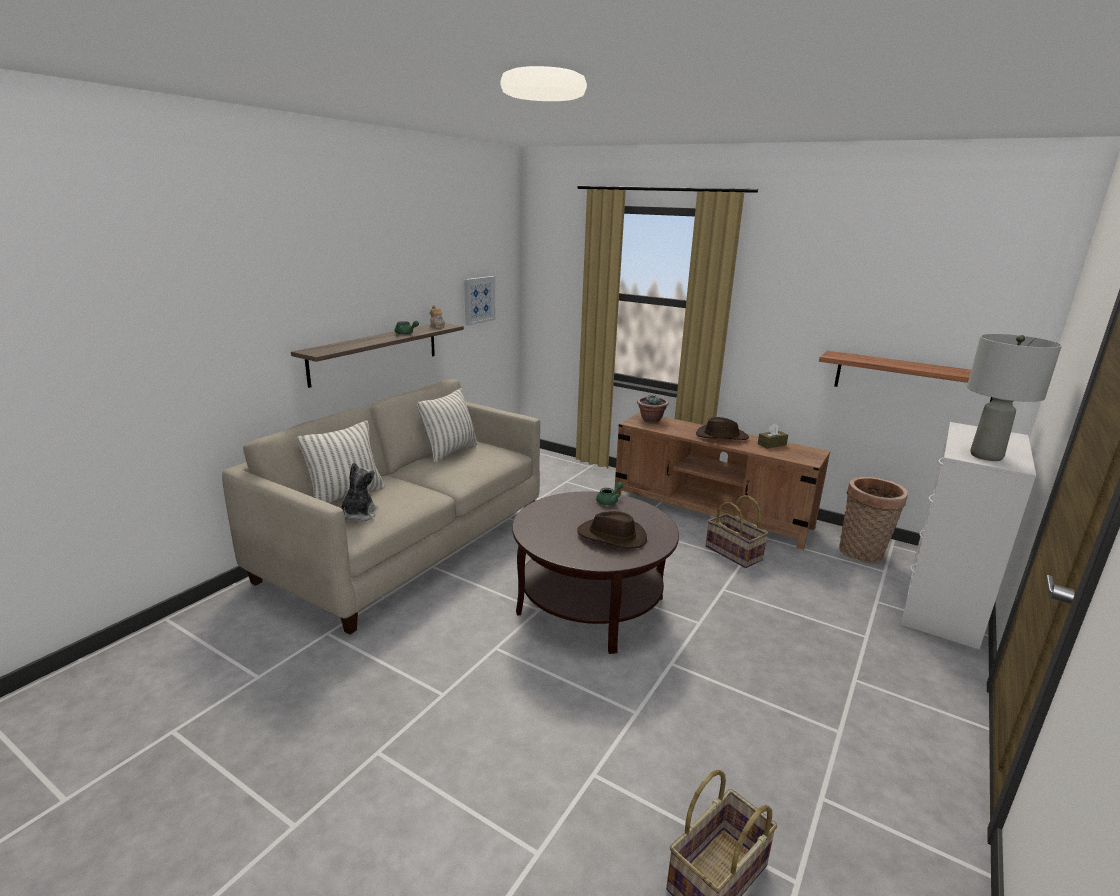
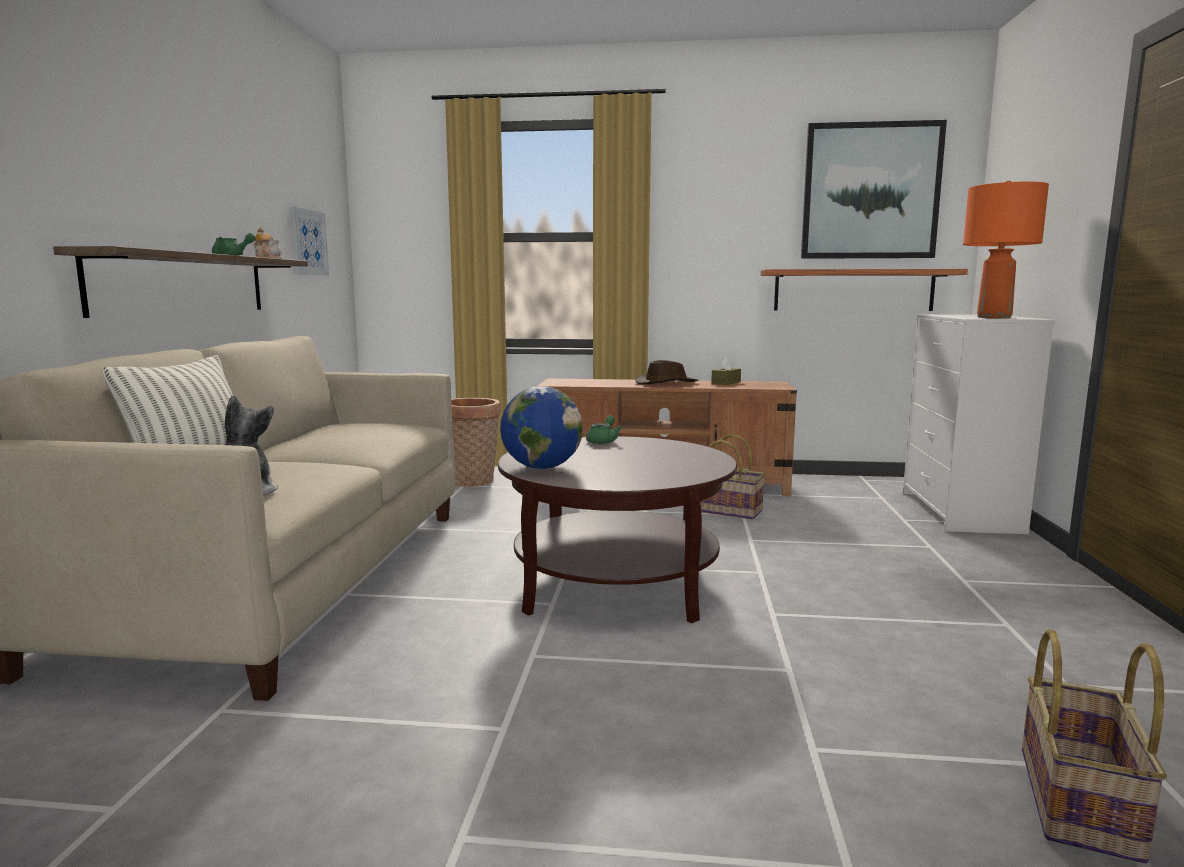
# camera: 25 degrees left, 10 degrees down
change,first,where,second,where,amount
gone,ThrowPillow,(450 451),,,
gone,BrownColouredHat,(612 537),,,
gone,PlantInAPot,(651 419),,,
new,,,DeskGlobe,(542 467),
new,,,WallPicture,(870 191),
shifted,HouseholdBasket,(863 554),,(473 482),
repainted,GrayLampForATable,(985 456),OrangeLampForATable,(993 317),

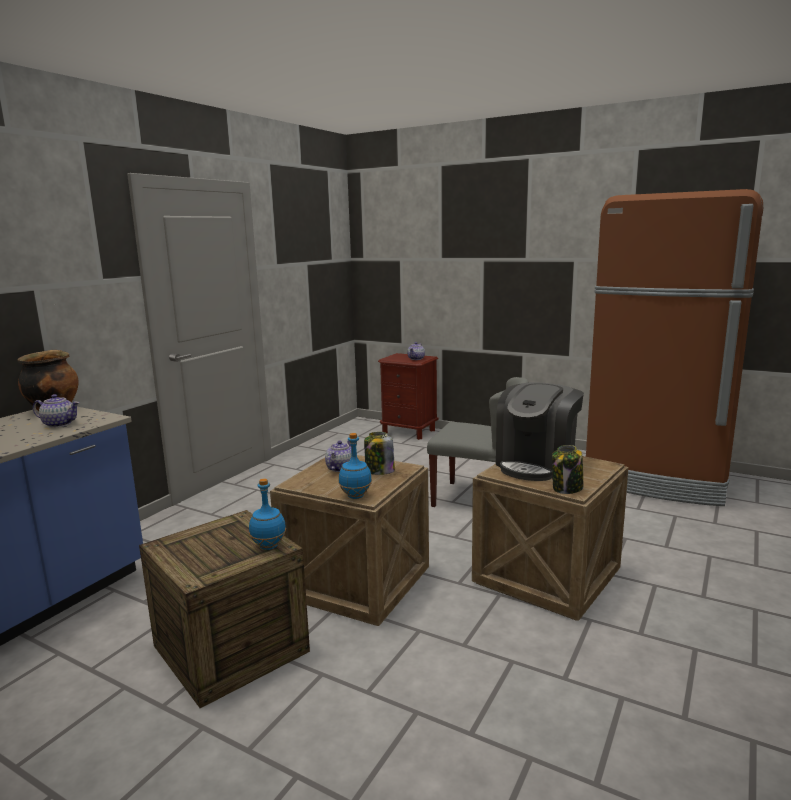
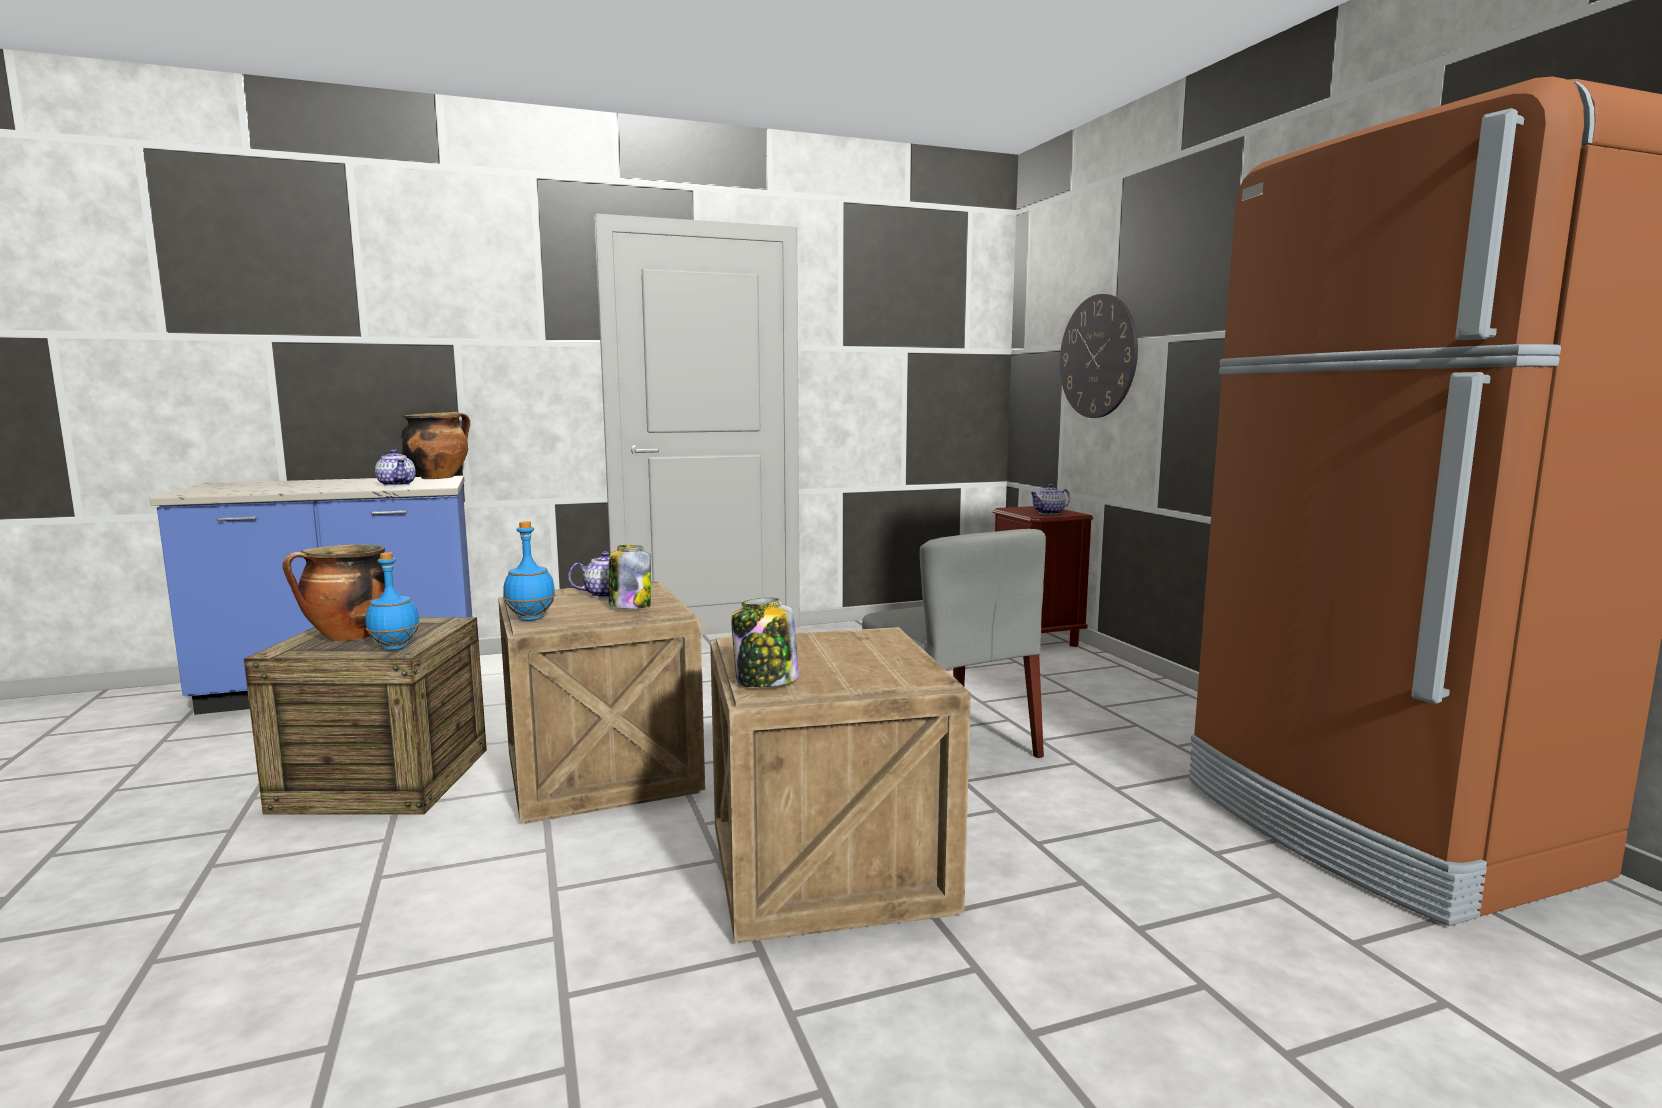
# camera: 40 degrees right, 5 degrees down
change,first,where,second,where,amount
gone,CoffeeMaker,(537 464),,,
new,,,CookingPot,(348 637),
new,,,ClockOnTheWall,(1098 356),

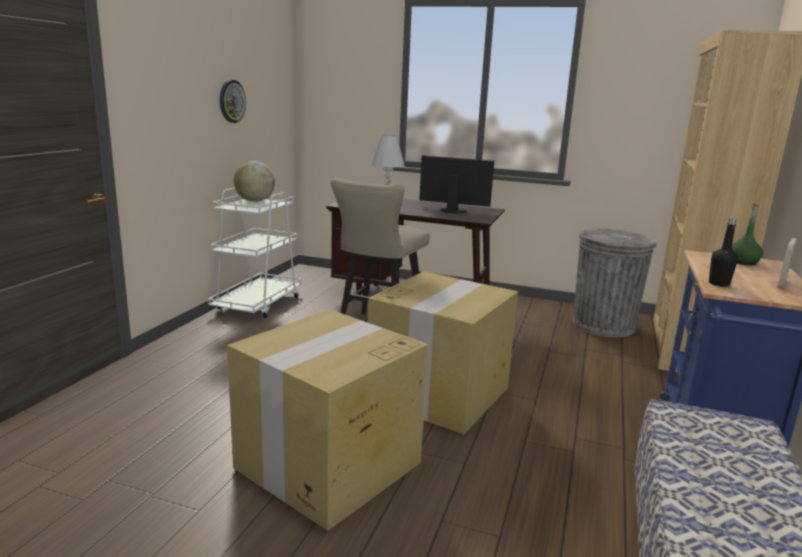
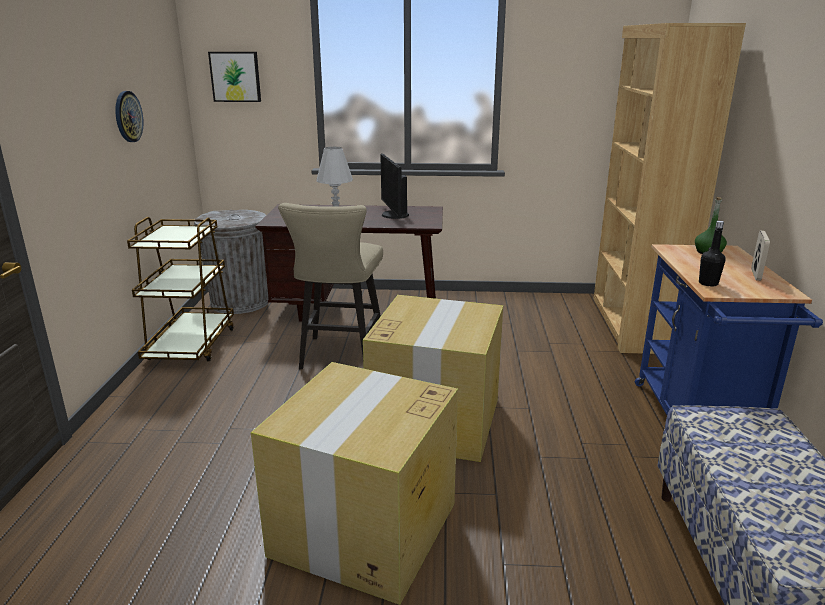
# camera: 15 degrees left, 5 degrees up
change,first,where,second,where,amount
gone,DeskGlobe,(255 201),,,
new,,,WallPicture,(235 76),
shifted,GrayTrashCan,(603 325),,(240 302),
repainted,WhiteCart,(258 304),BrownColouredCart,(191 345),
rotated,ComputerDisplay,(453 210),,(394 215),105 degrees counterclockwise

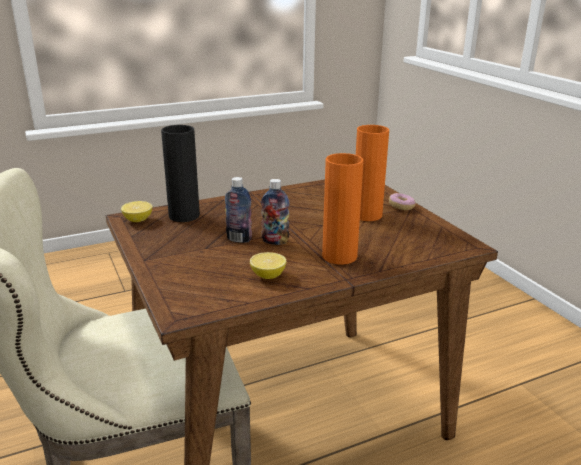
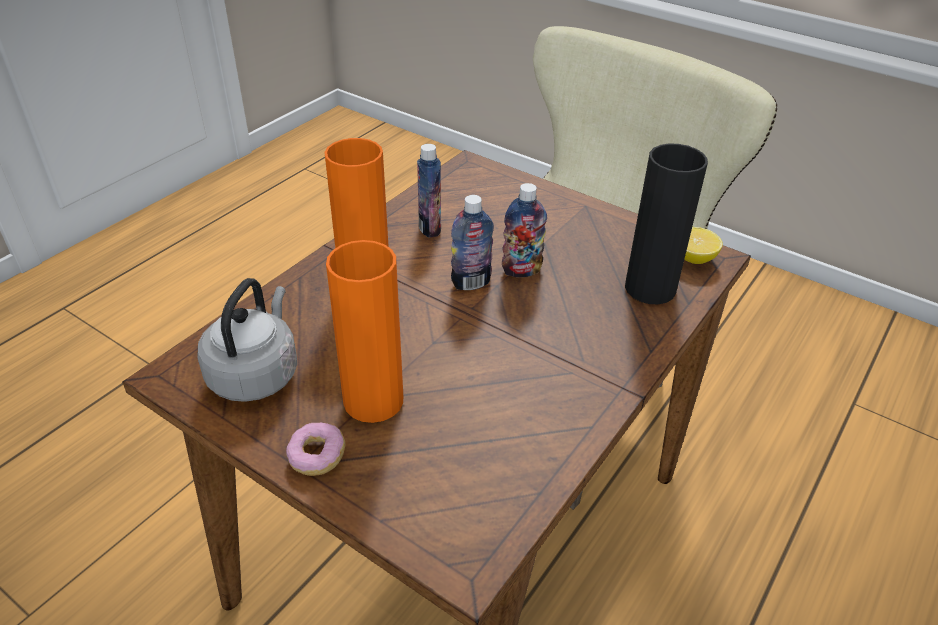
# camera: 150 degrees right, 15 degrees up
change,first,where,second,where,amount
new,,,GrayWaterKettle,(256 373),
swapped,WholeLemon,(268 275),BeverageBottle,(430 228),

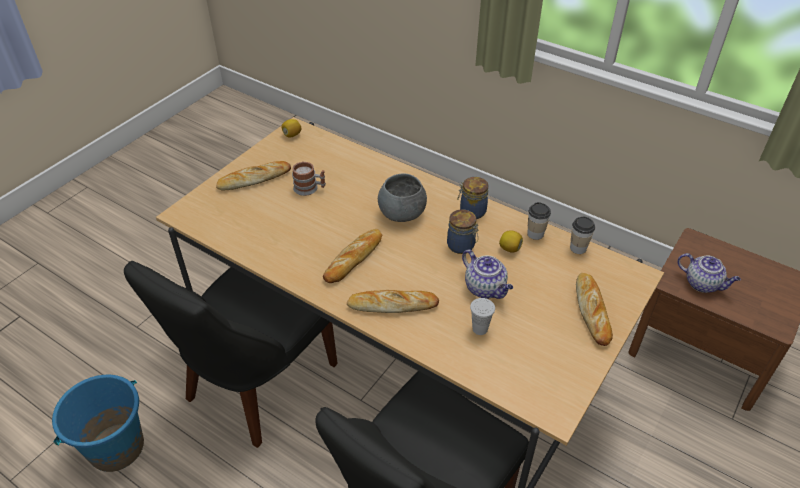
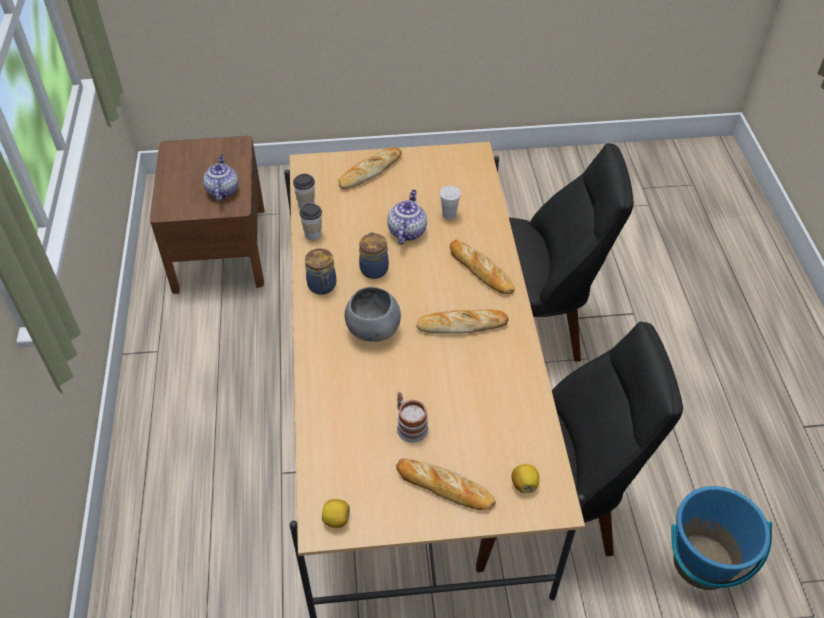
# camera: 130 degrees left, 5 degrees up
change,first,where,second,where,amount
shifted,WholeLemon,(510 248),,(524 484),

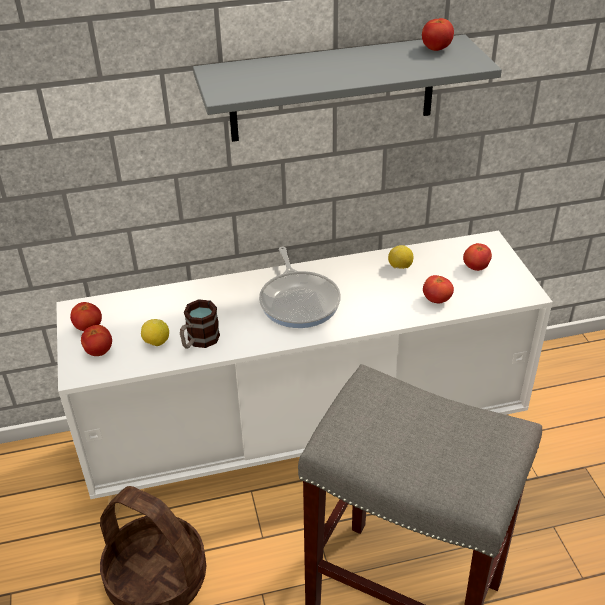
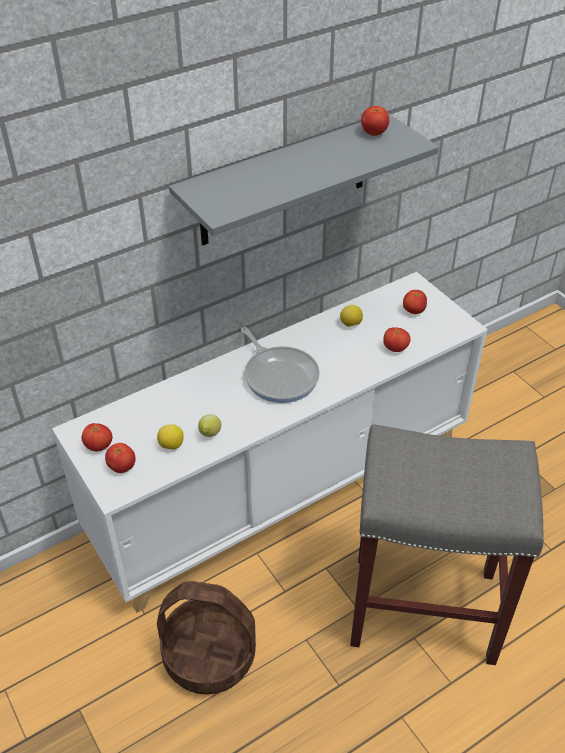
# camera: 20 degrees left, 5 degrees up
change,first,where,second,where,amount
swapped,TeaMug,(199 341),WholeLemon,(210 435),

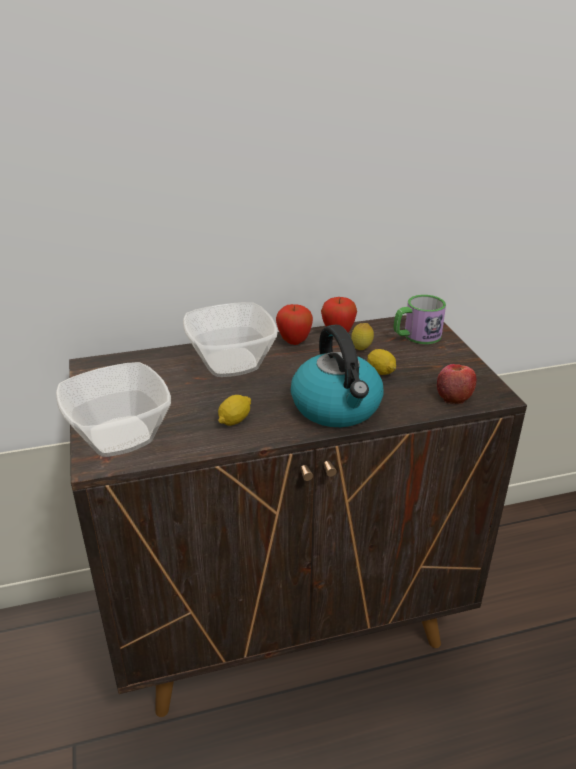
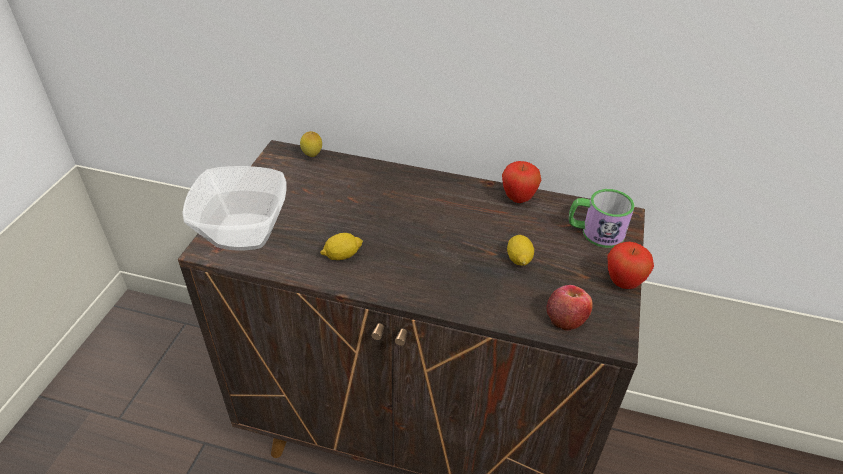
# camera: 30 degrees right, 10 degrees up
change,first,where,second,where,amount
gone,DeepDish,(230 364),,,
gone,WaterKettle,(337 407),,,
shifted,AppleFruit,(294 341),,(623 282),
shifted,WholeLemon,(361 350),,(312 156),

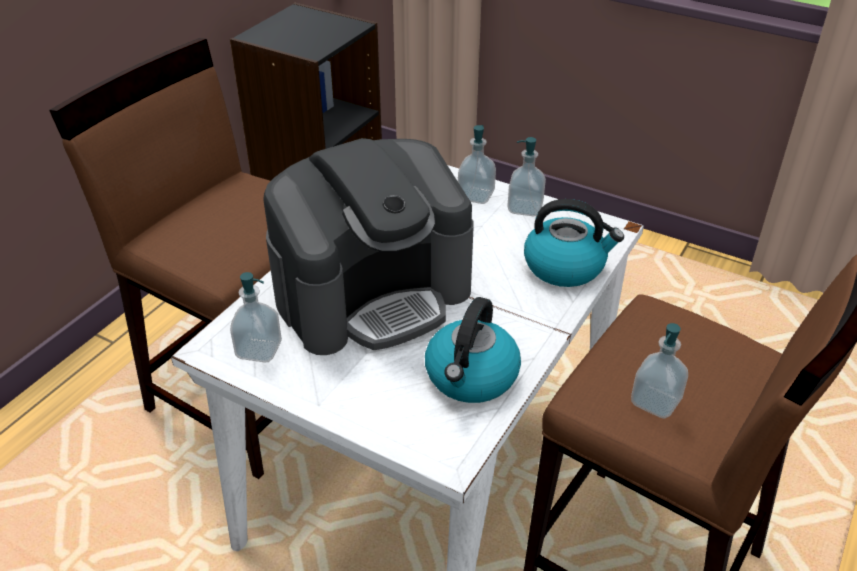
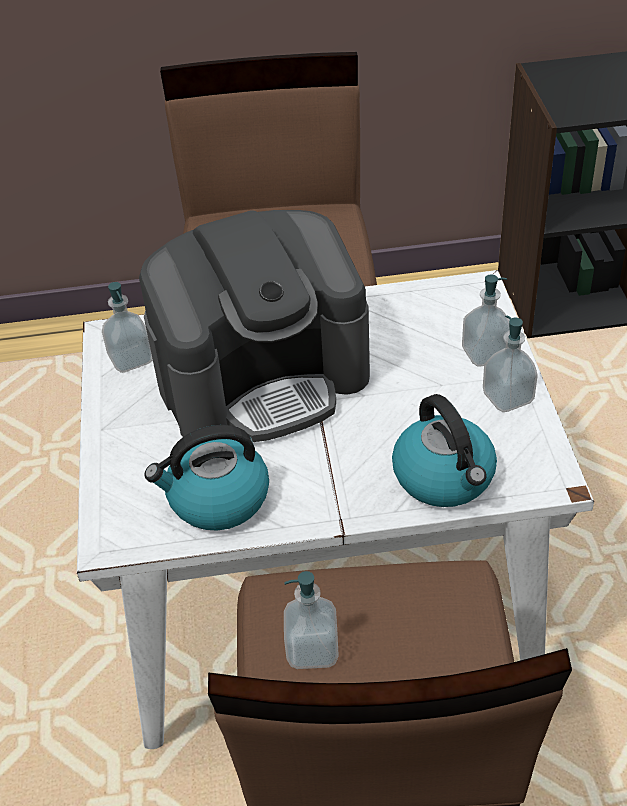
# camera: 55 degrees right, 5 degrees up
change,first,where,second,where,amount
rotated,CoffeeMaker,(373 294),,(263 377),45 degrees counterclockwise

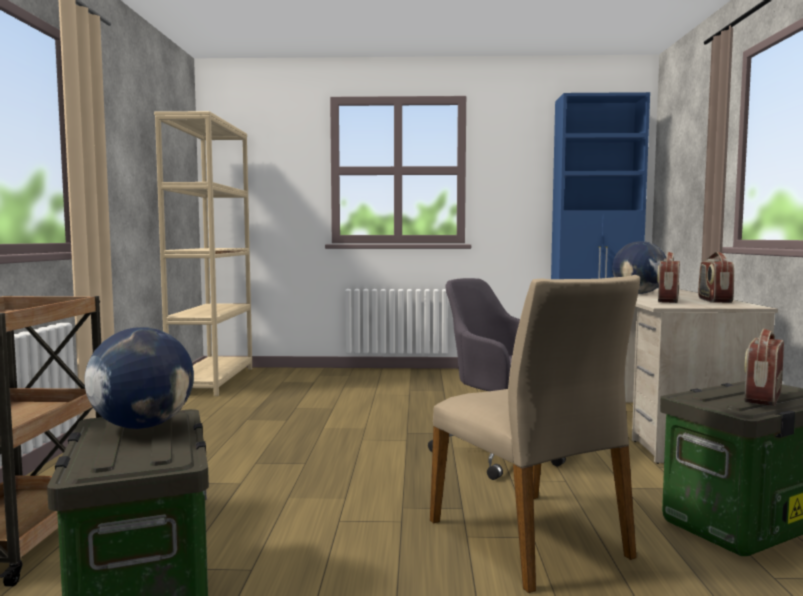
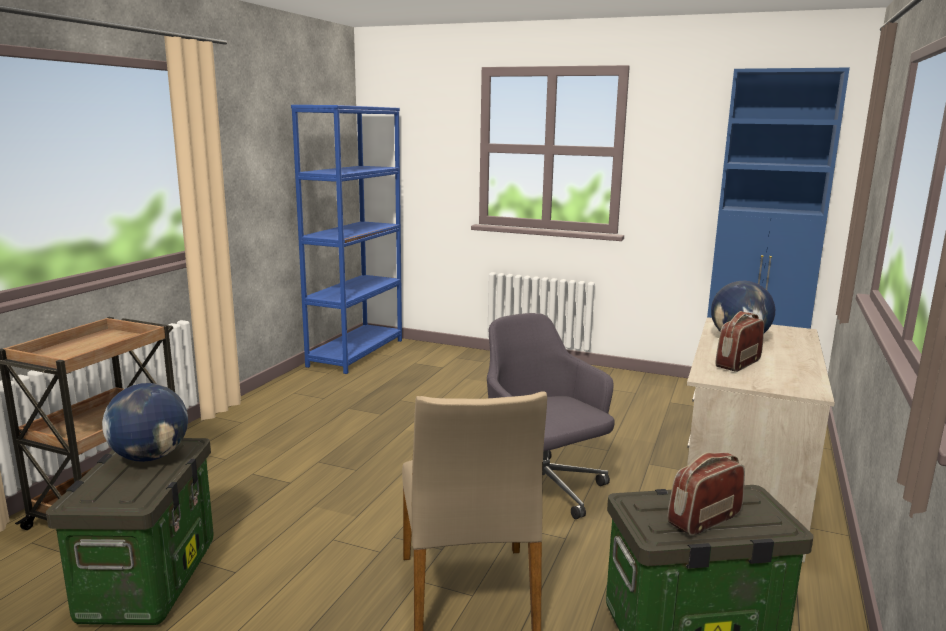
# camera: 20 degrees right, 10 degrees up
change,first,where,second,where,amount
gone,Radio,(714 300),,,
repainted,BeigeShelvingUnit,(213 381),BluishShelvingUnit,(356 353),

